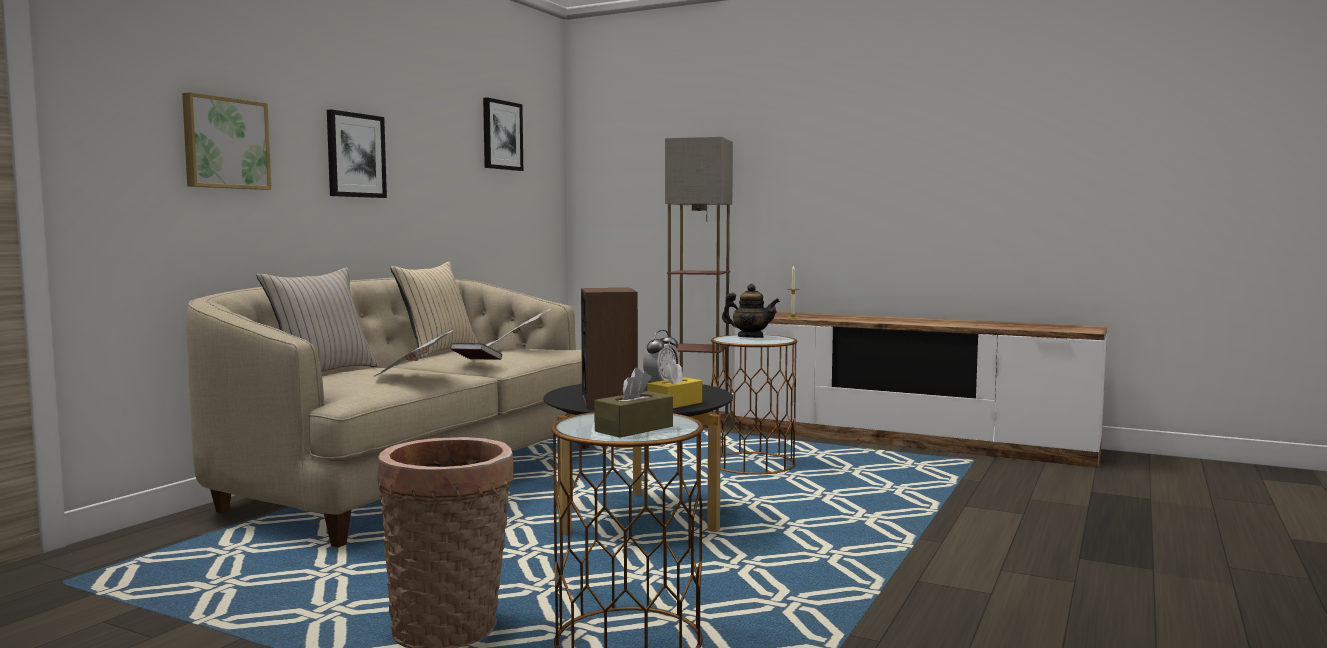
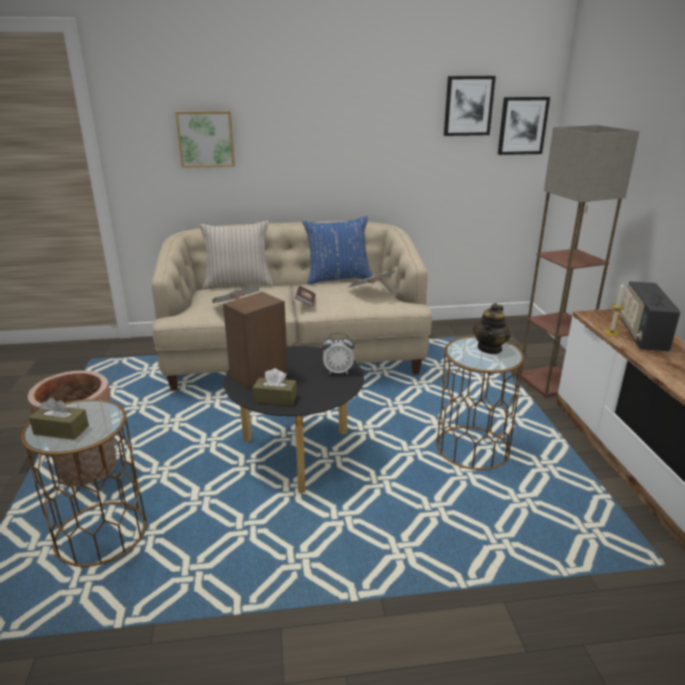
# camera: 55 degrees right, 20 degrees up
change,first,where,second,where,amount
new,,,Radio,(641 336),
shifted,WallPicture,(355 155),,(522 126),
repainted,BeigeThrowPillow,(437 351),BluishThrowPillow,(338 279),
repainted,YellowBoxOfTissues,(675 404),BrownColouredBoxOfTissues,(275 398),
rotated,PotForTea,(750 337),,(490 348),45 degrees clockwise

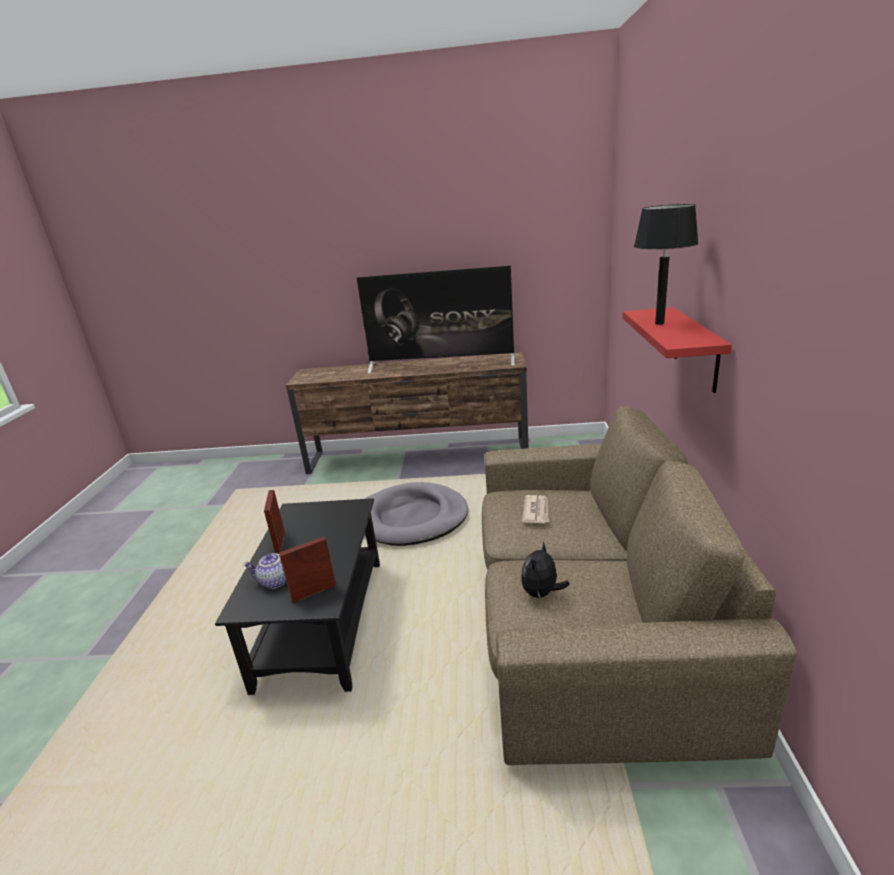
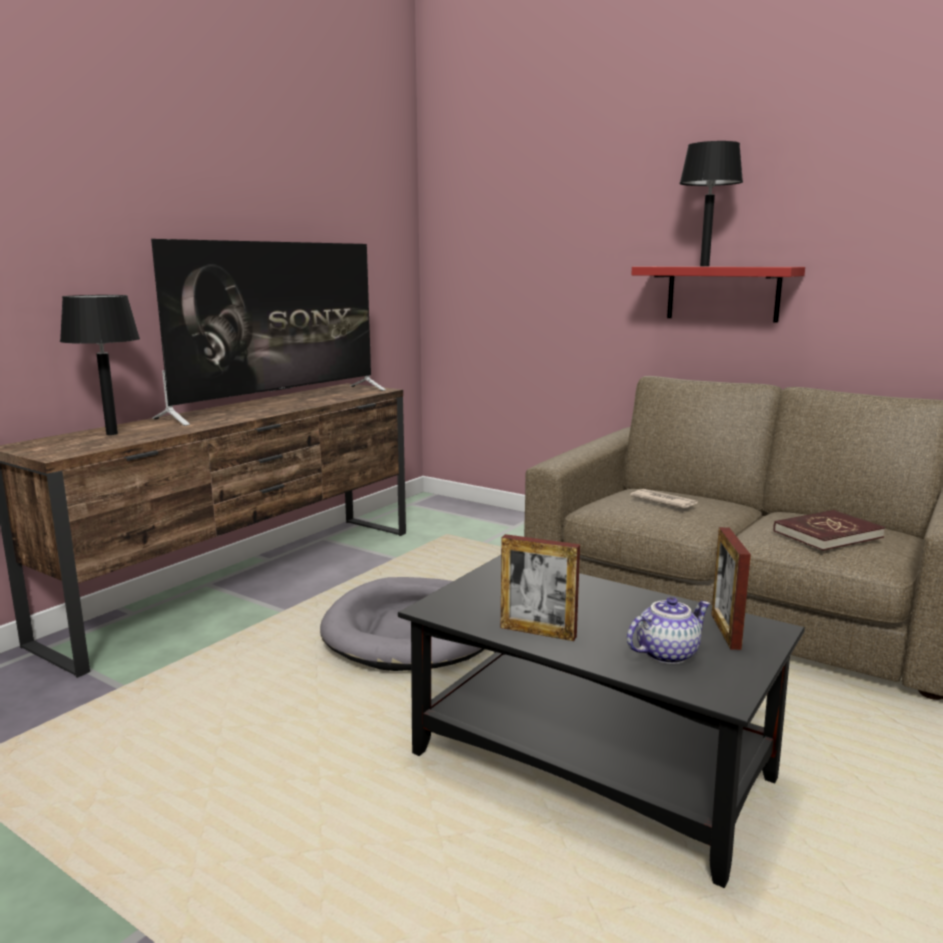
# camera: 60 degrees left, 10 degrees down
change,first,where,second,where,amount
new,,,BlackColouredLampForATable,(111 434),
swapped,SoftToy,(542 593),RedVolume,(827 534),
rotated,PotForTea,(275 582),,(666 653),150 degrees counterclockwise

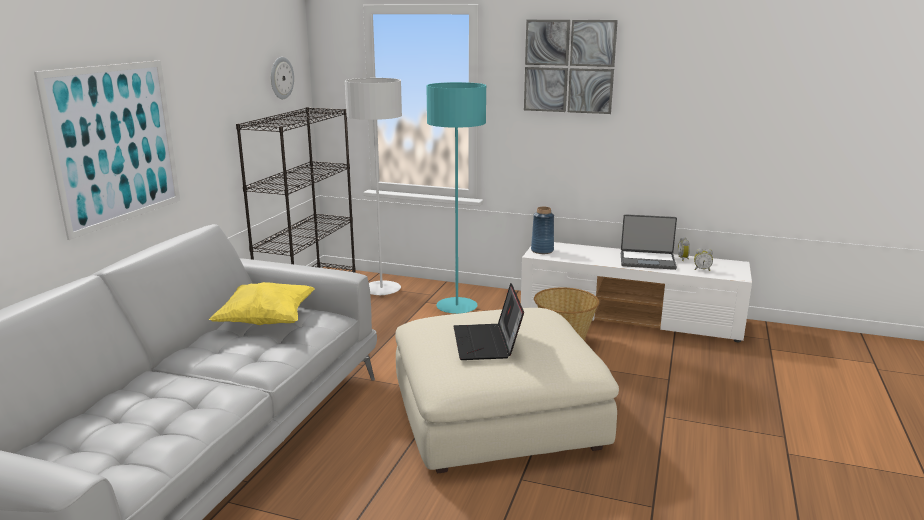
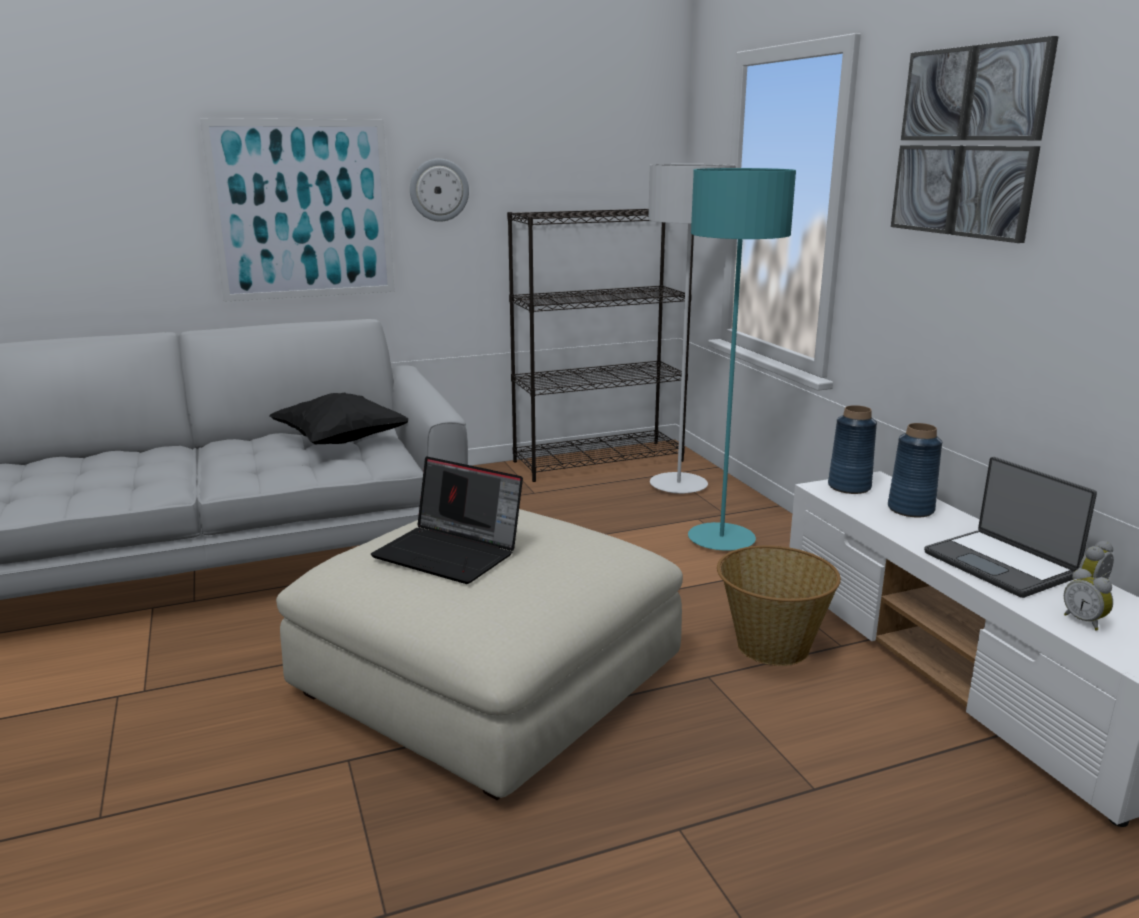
# camera: 50 degrees right, 0 degrees up
change,first,where,second,where,amount
new,,,BluishFlowerVase,(911 509),
shifted,ClockOnTheWall,(281 78),,(439 190),
repainted,YellowThrowPillow,(267 321),BlackColouredThrowPillow,(342 442),
rotated,NotebookComputer,(487 343),,(451 553),105 degrees counterclockwise

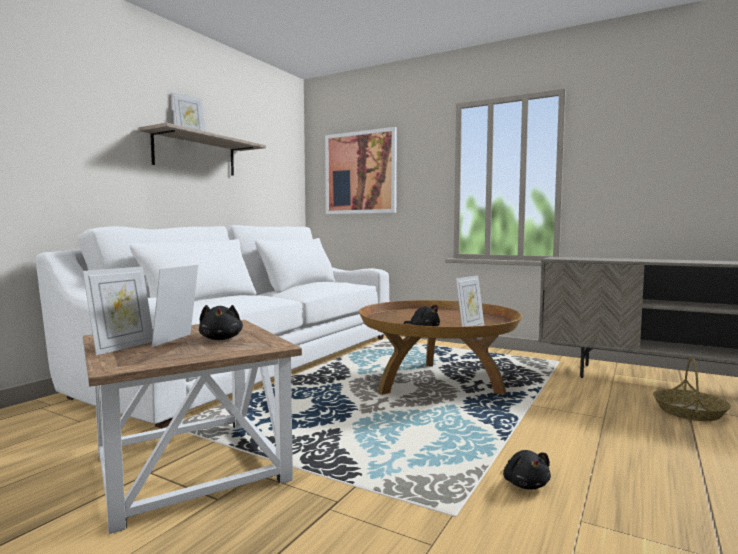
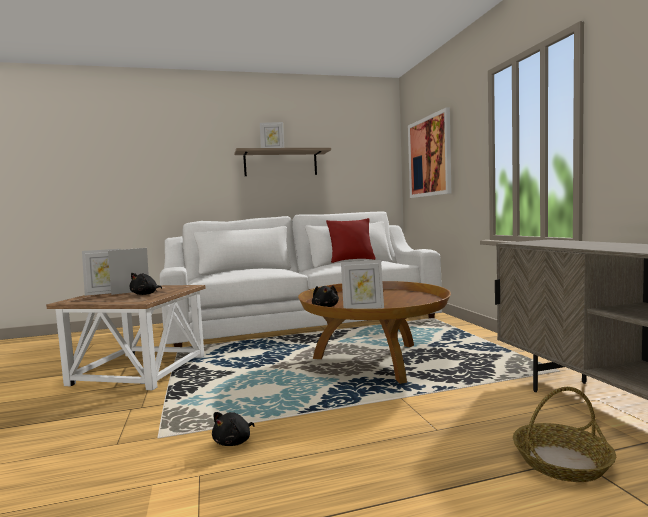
# camera: 45 degrees right, 0 degrees up
change,first,where,second,where,amount
new,,,RedThrowPillow,(352 260),

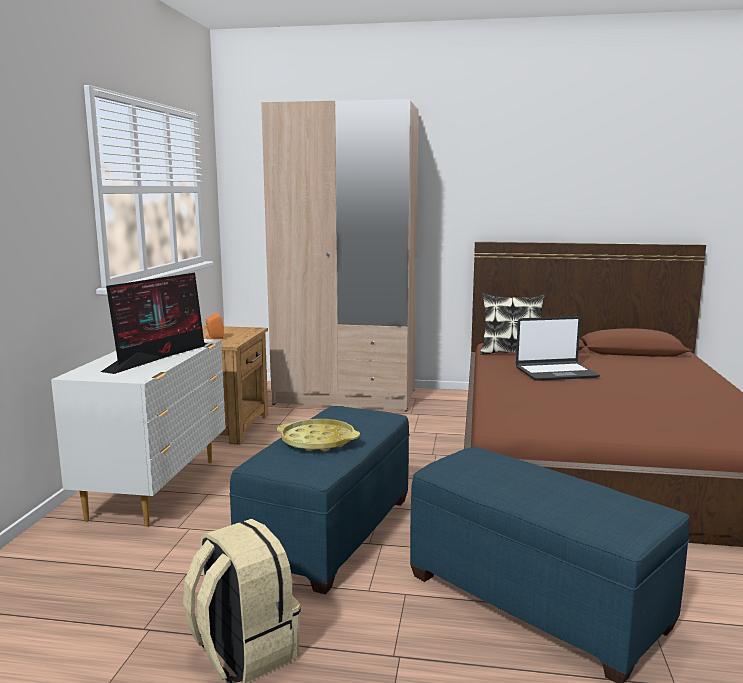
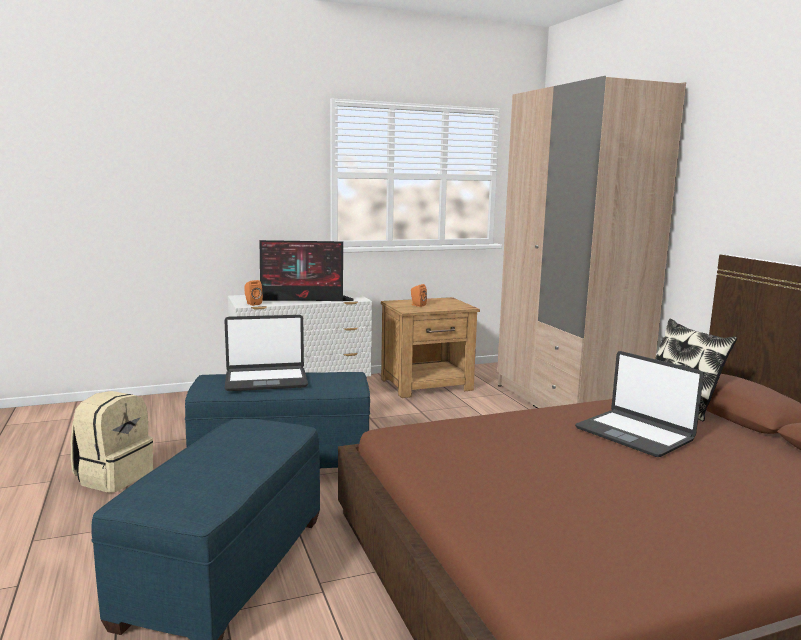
# camera: 60 degrees right, 0 degrees up
change,first,where,second,where,amount
new,,,OrangeLoudspeaker,(252 304),
swapped,YellowCarryingTray,(318 441),NotebookComputer,(266 380),

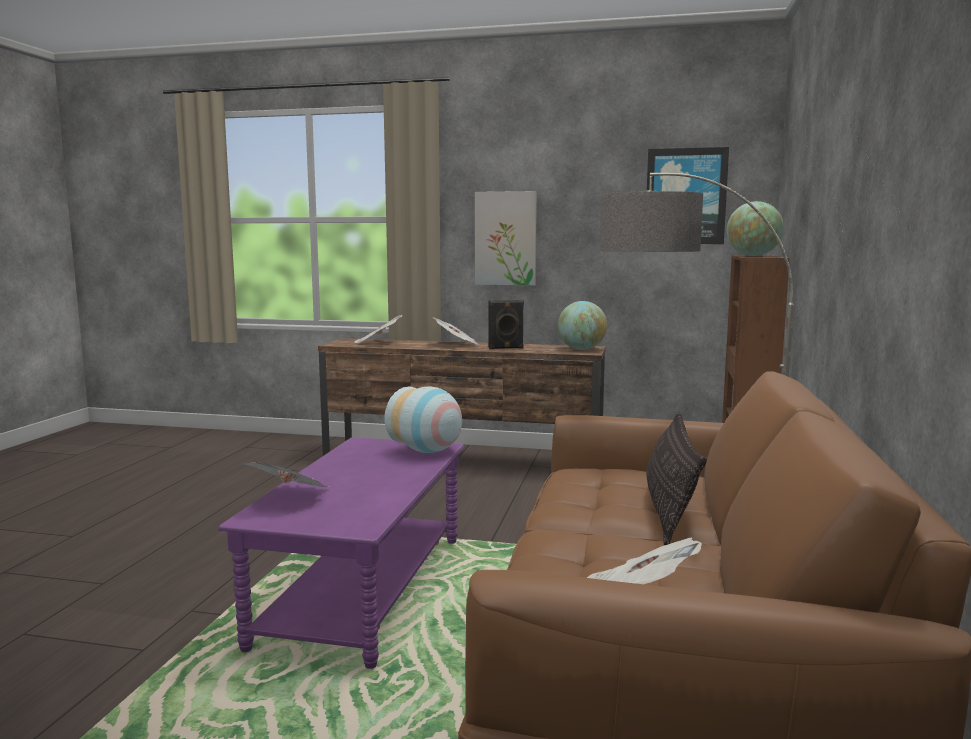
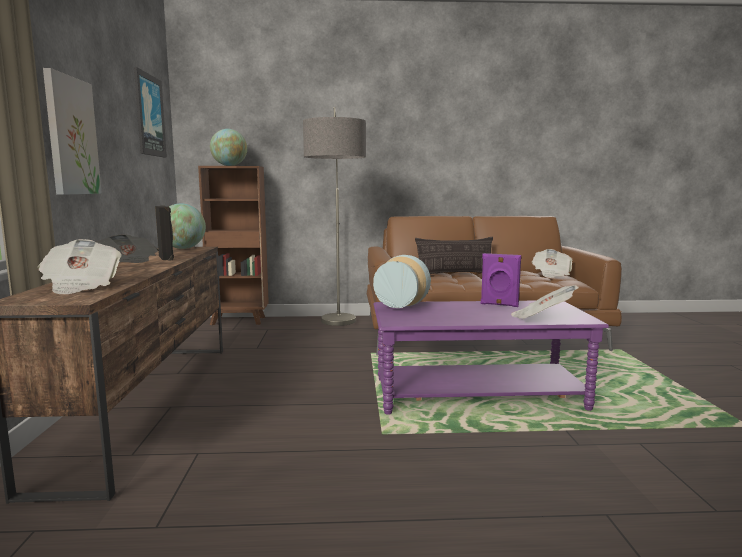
# camera: 105 degrees left, 0 degrees up
change,first,where,second,where,amount
new,,,PurpleLoudspeaker,(499 305),

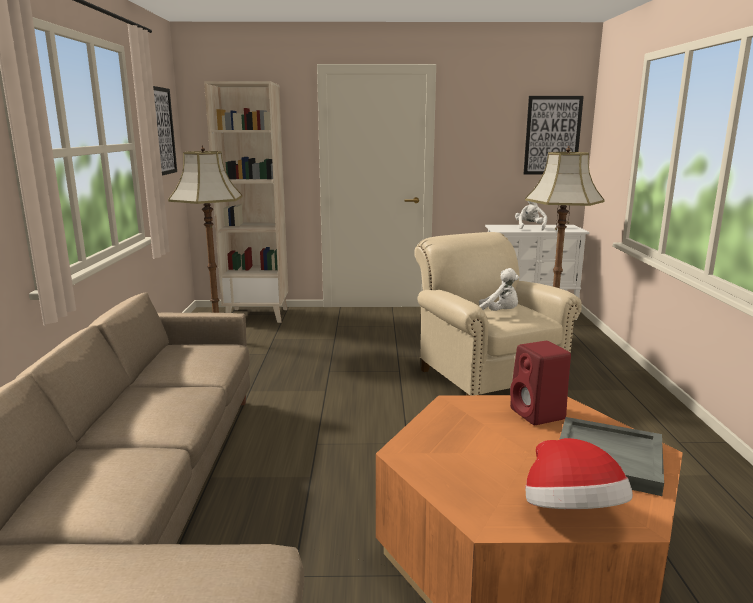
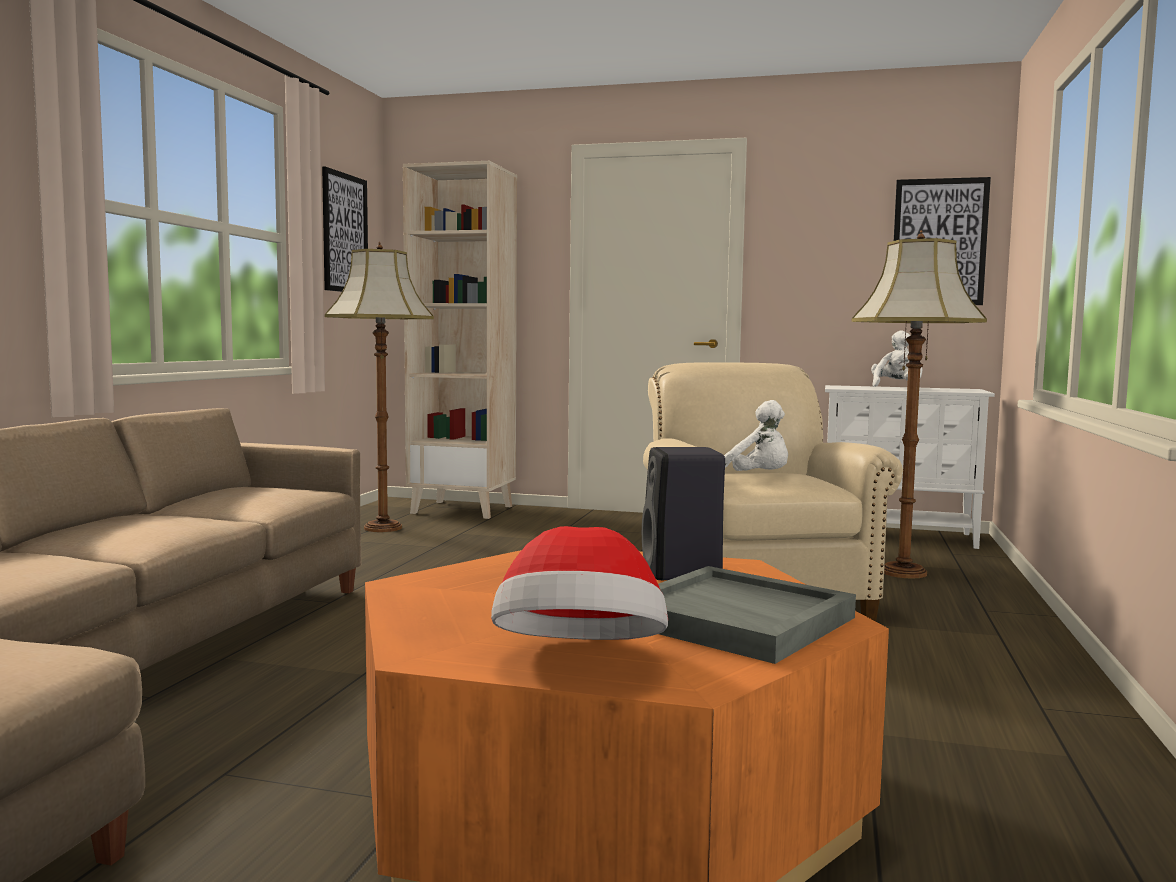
# camera: 15 degrees right, 10 degrees down
change,first,where,second,where,amount
repainted,RedLoudspeaker,(539 415),BlackColouredLoudspeaker,(683 572),

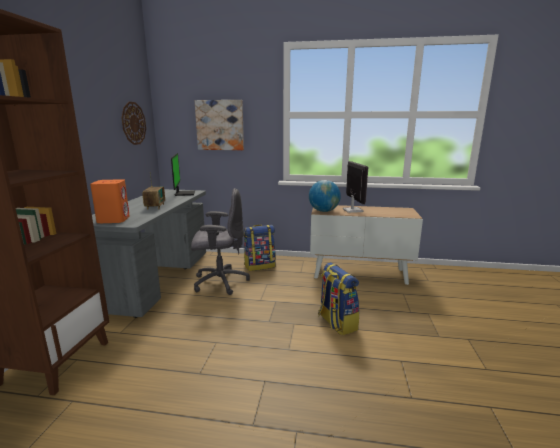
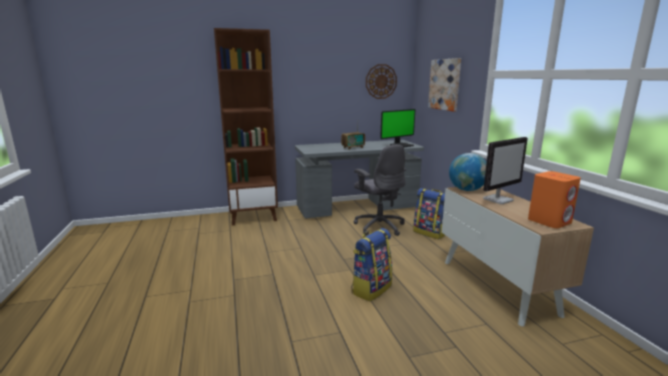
# camera: 65 degrees right, 0 degrees up
change,first,where,second,where,amount
shifted,OrangeLoudspeaker,(113 220),,(549 221),

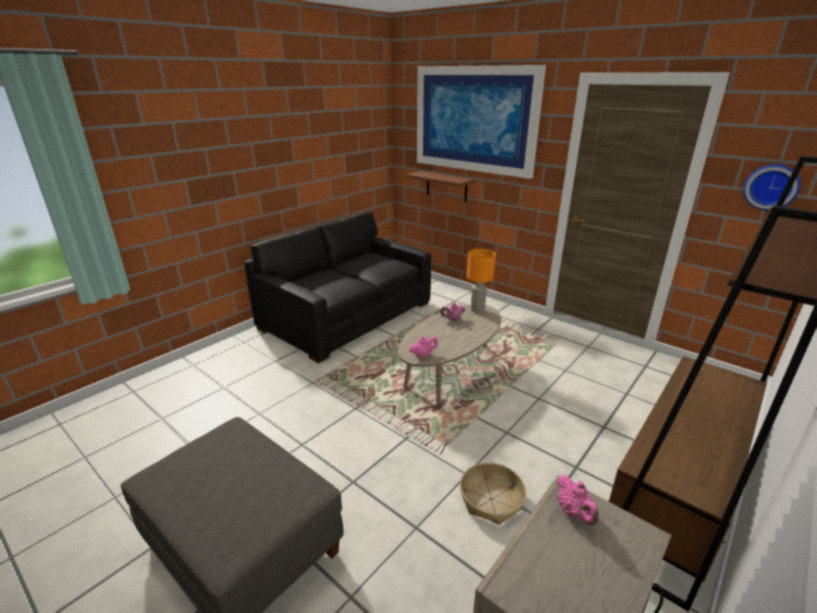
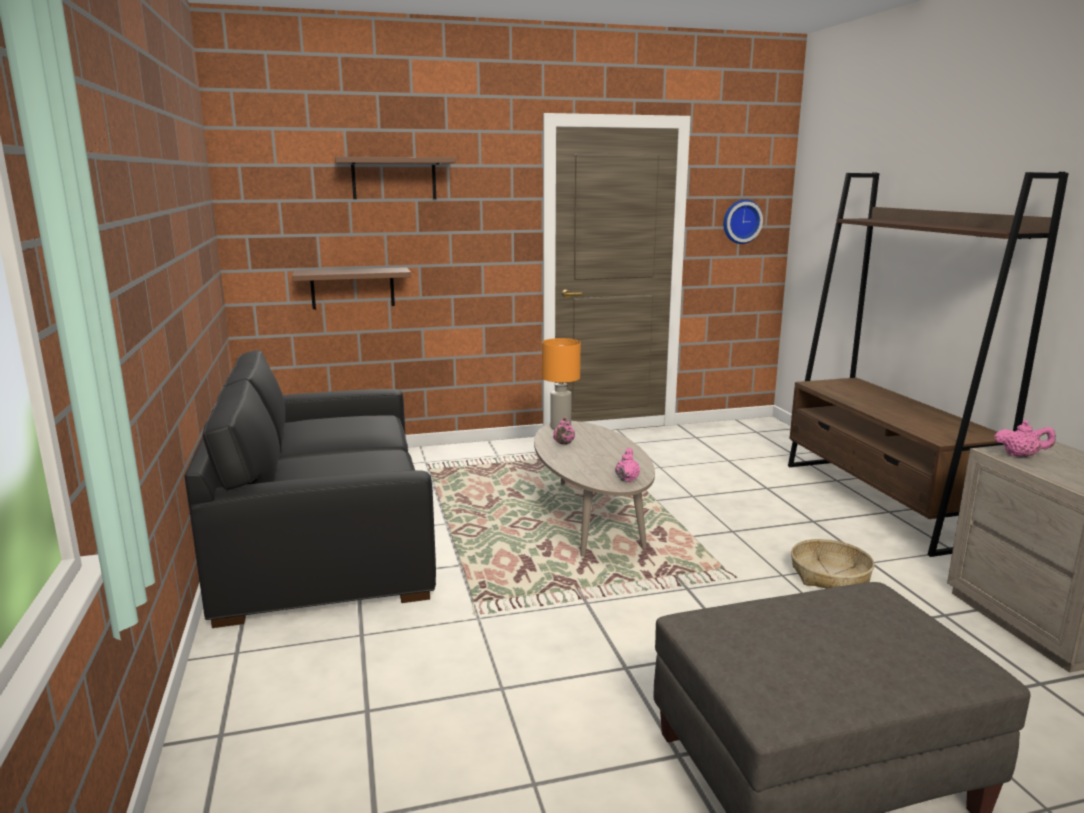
# camera: 55 degrees left, 10 degrees down
change,first,where,second,where,amount
swapped,WallPicture,(474 119),BrownColouredBracketShelf,(394 178),

